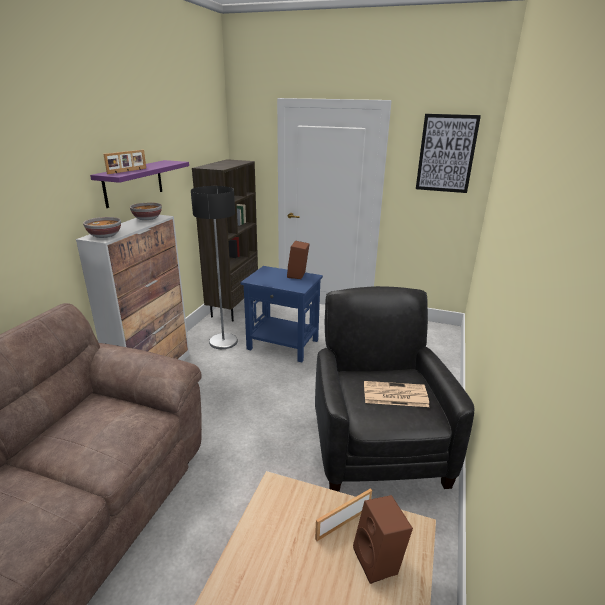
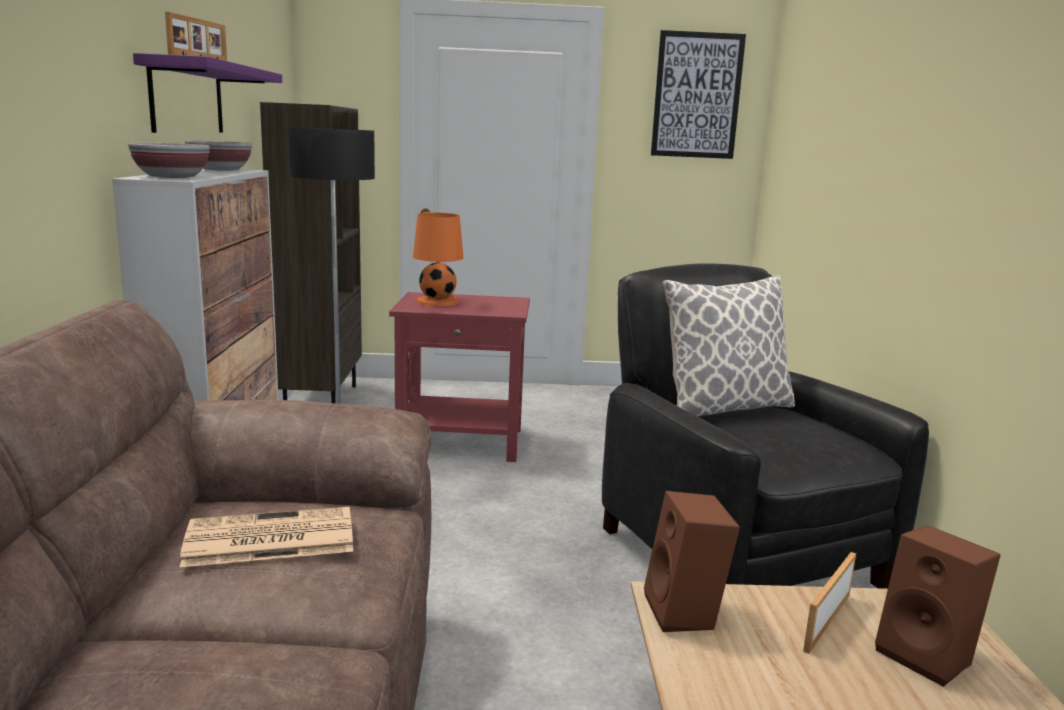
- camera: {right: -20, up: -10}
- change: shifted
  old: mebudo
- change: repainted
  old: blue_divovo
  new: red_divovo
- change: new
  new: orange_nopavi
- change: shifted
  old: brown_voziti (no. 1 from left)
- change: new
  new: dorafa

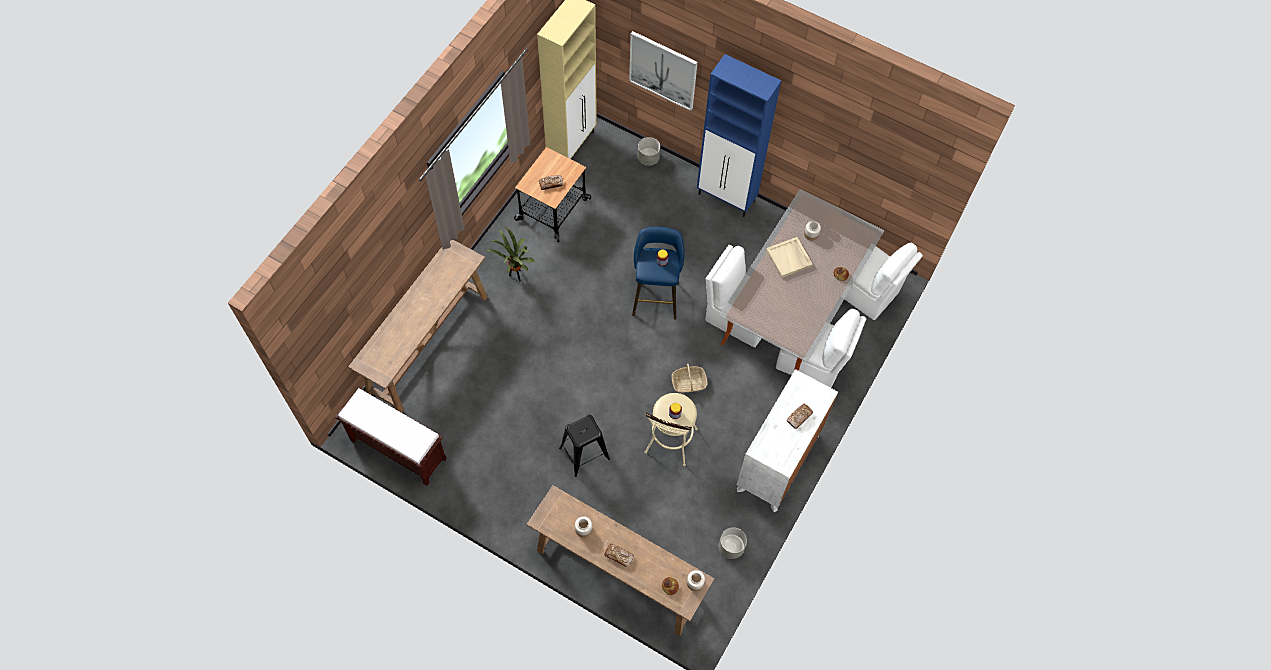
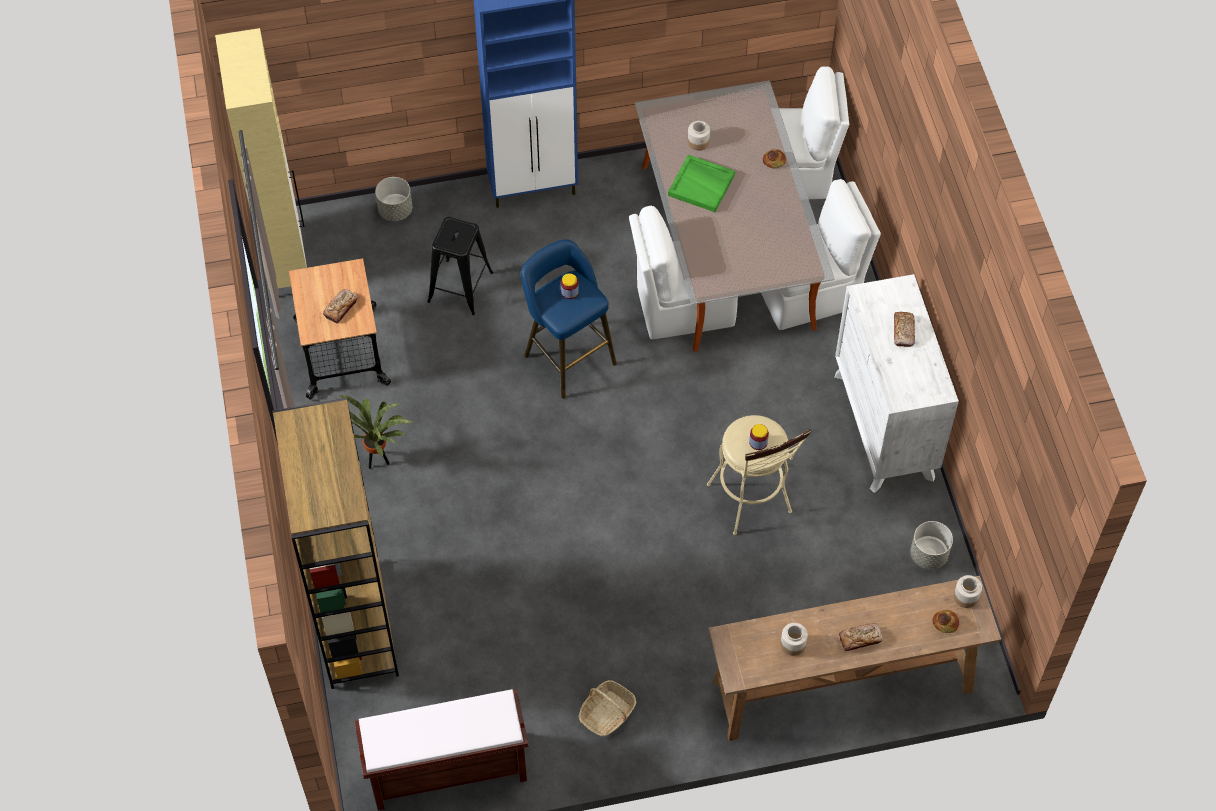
- camera: {right: -40, up: -5}
- change: swapped
  old: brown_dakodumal (no. 1 from left)
  new: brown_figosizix
- change: shifted
  old: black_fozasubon
- change: shifted
  old: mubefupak
- change: repainted
  old: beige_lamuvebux
  new: green_lamuvebux
- change: gone
  old: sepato

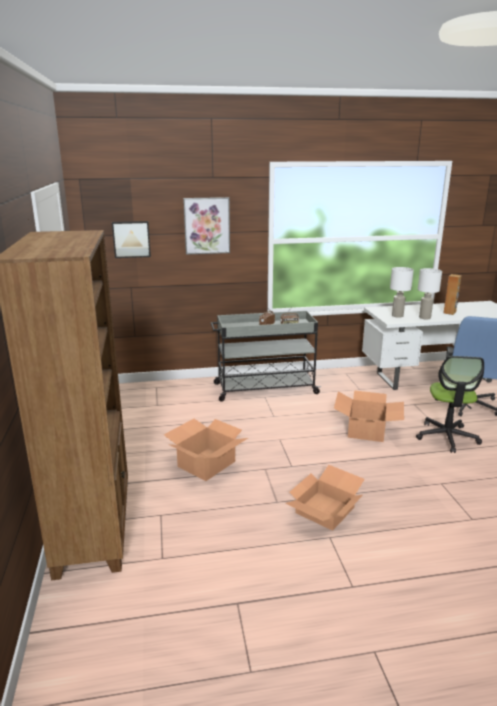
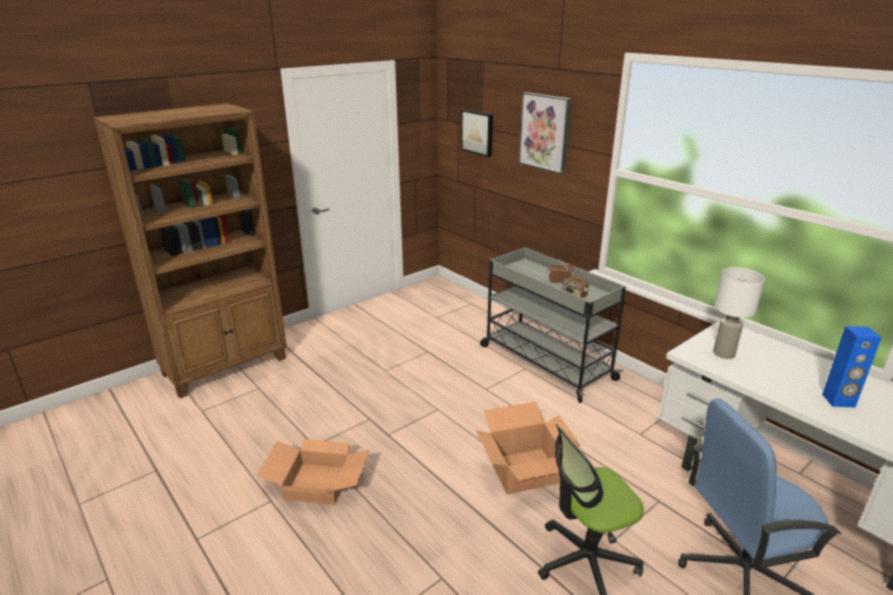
- camera: {right: 60, up: 5}
- change: repainted
  old: brown_voziti
  new: blue_voziti
- change: gone
  old: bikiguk (no. 1 from left)
- change: gone
  old: white_nopavi (no. 2 from left)

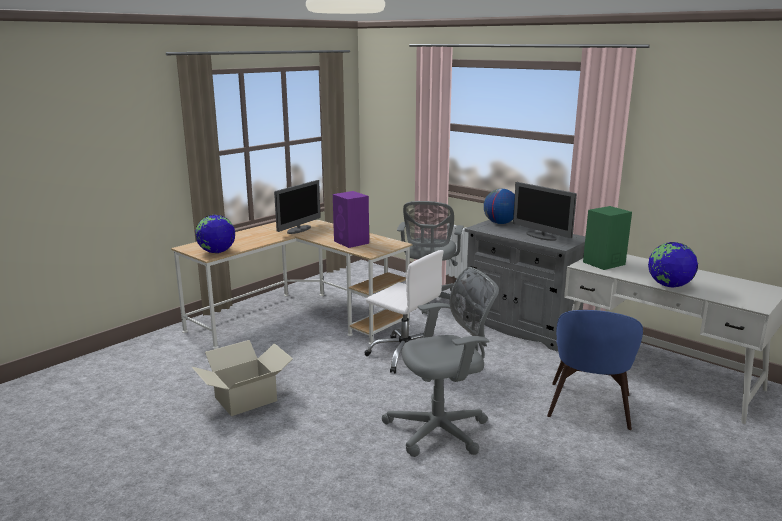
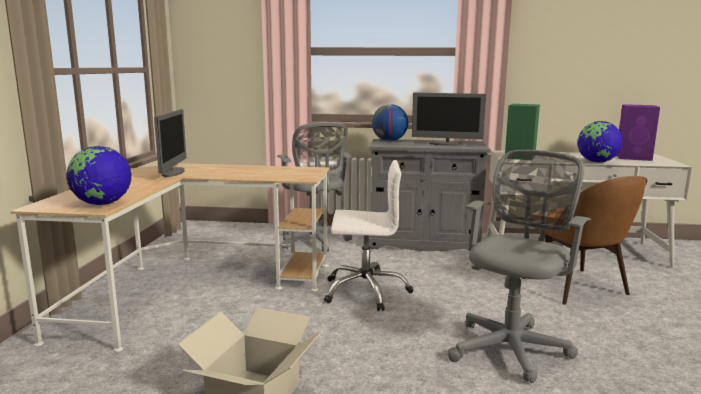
- camera: {right: -35, up: -5}
- change: repainted
  old: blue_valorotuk
  new: brown_valorotuk
- change: shifted
  old: purple_voziti

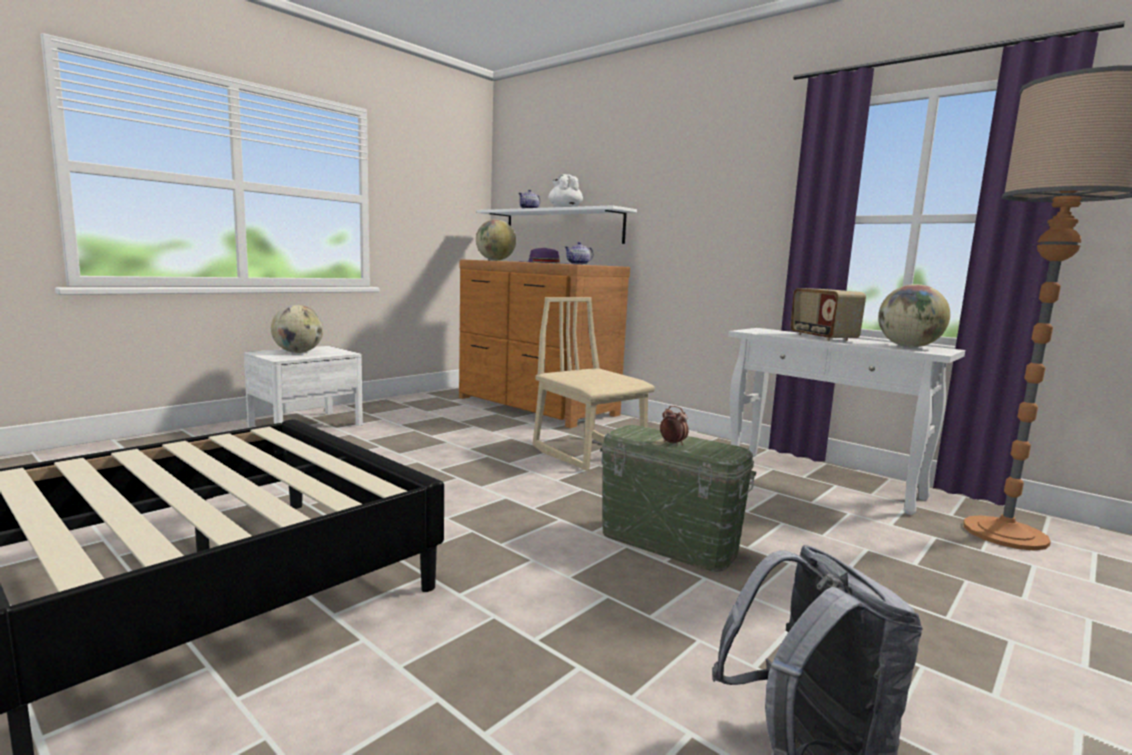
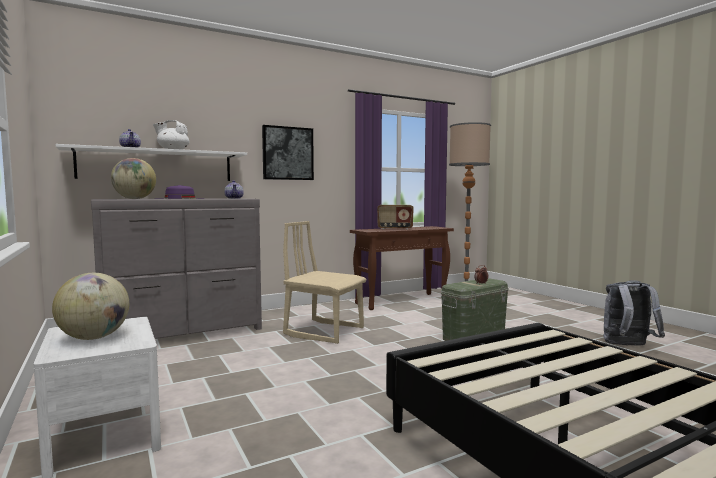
- camera: {right: -70, up: -5}
- change: repainted
  old: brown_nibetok
  new: grey_nibetok
- change: new
  new: sepato
- change: rotated
  old: beige_valorotuk
  degrees: 45
- change: repainted
  old: white_dakodumal
  new: brown_dakodumal
- change: gone
  old: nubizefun (no. 3 from left)

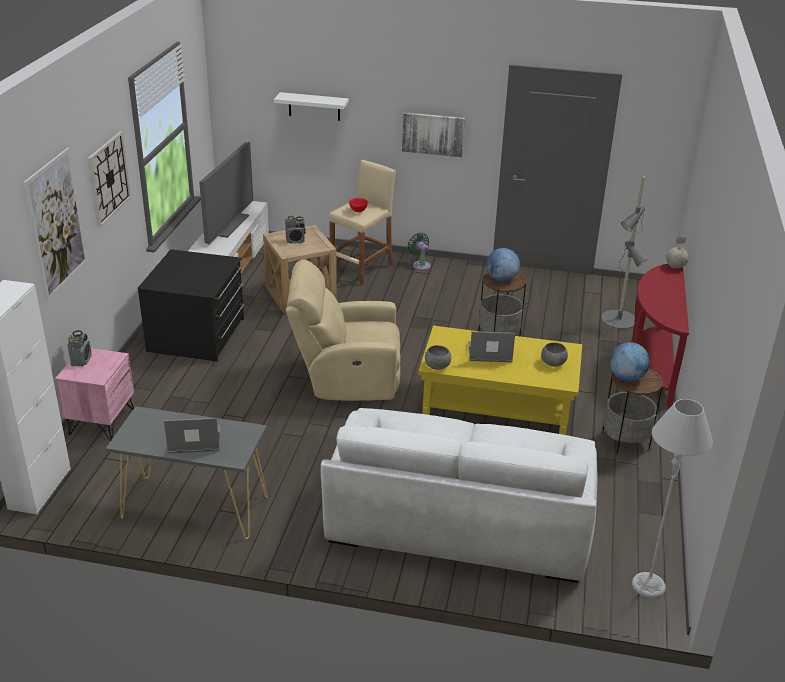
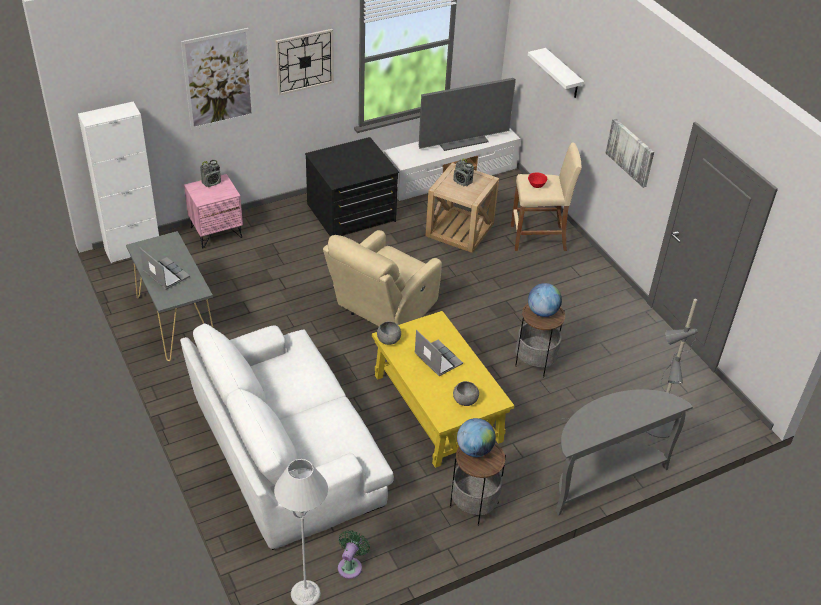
- camera: {right: 50, up: 10}
- change: rotated
  old: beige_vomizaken
  degrees: -105
- change: shifted
  old: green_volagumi
- change: repainted
  old: red_dakodumal
  new: grey_dakodumal (no. 2 from left)
- change: gone
  old: nubizefun (no. 3 from left)

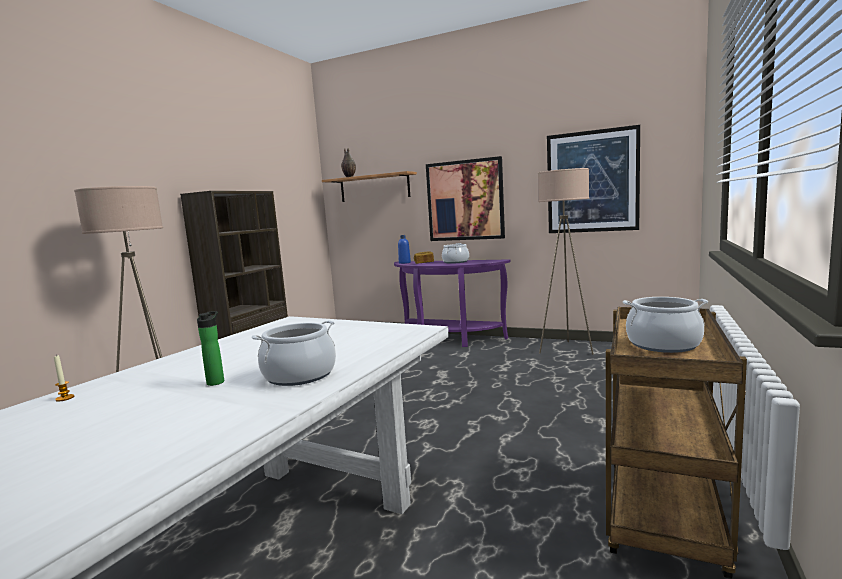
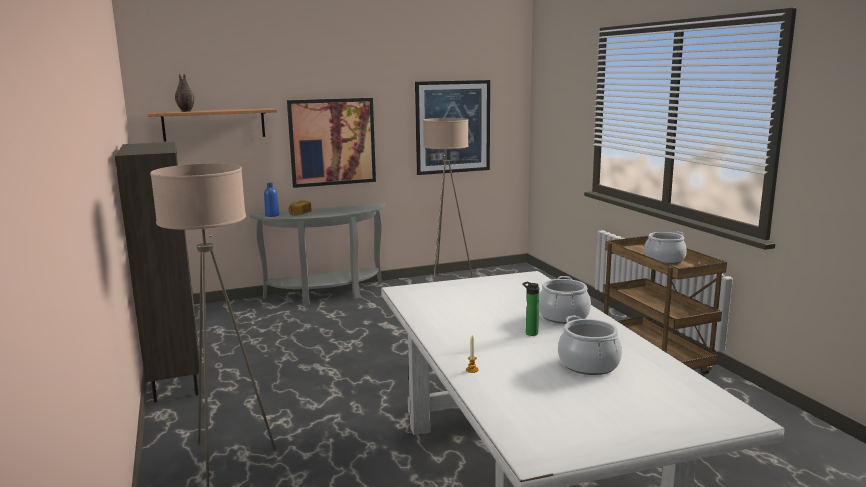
- camera: {right: -45, up: 5}
- change: repainted
  old: purple_dakodumal
  new: grey_dakodumal
- change: shifted
  old: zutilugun (no. 2 from left)

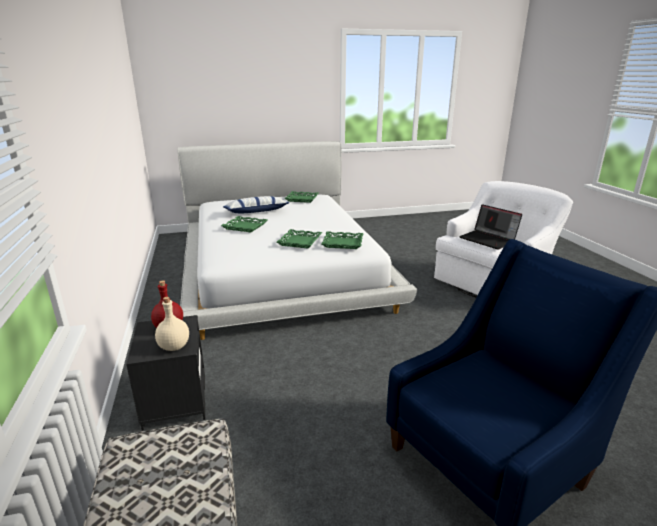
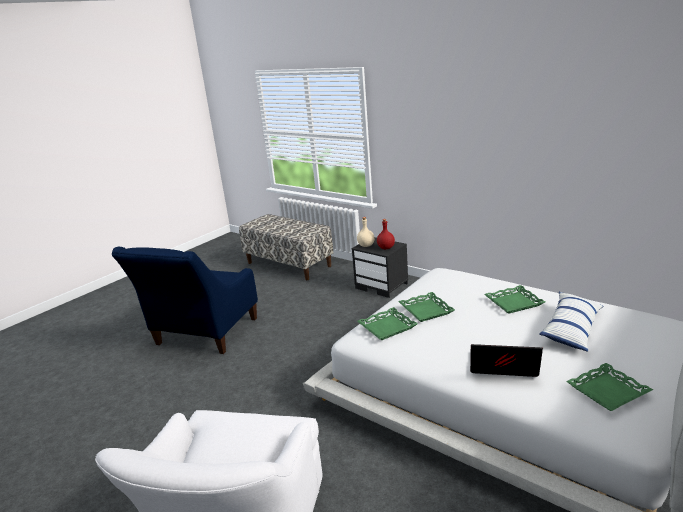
- camera: {right: 145, up: 0}
- change: shifted
  old: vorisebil

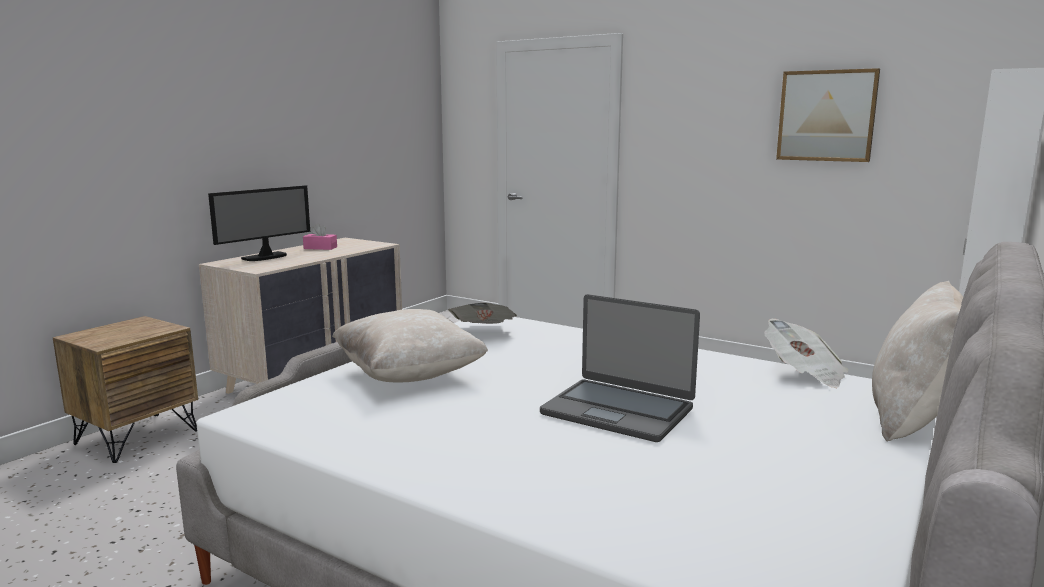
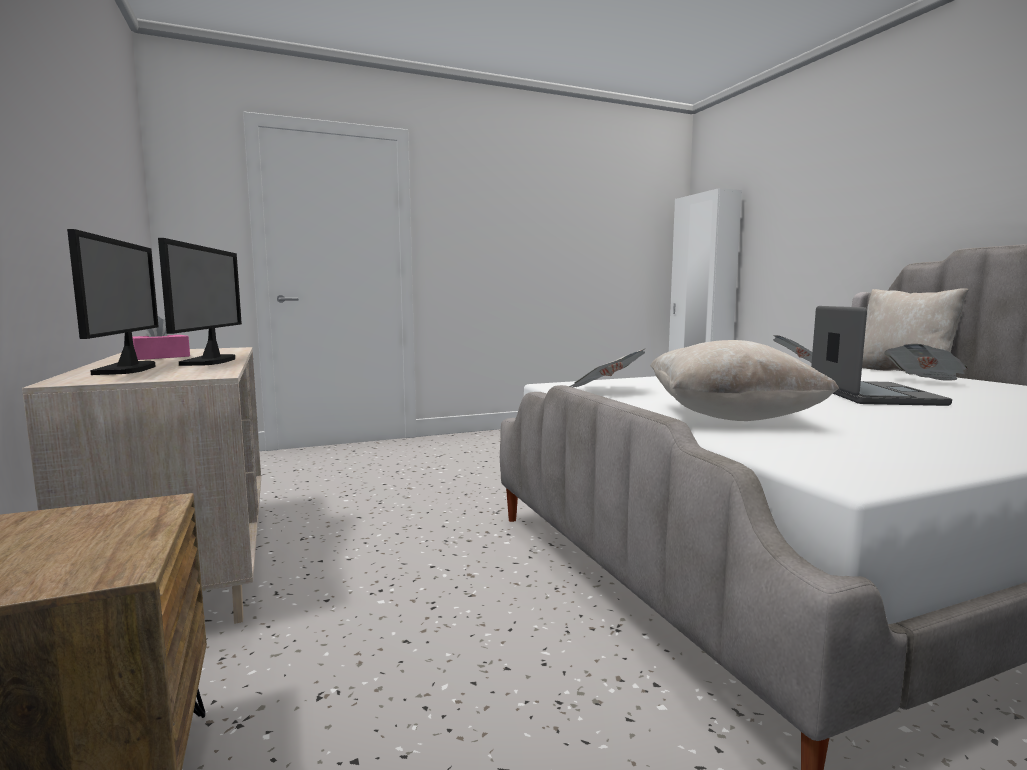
- camera: {right: -55, up: -5}
- change: new
  new: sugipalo (no. 2 from left)
- change: rotated
  old: vorisebil
  degrees: -60
- change: new
  new: mebudo (no. 3 from left)
- change: gone
  old: sepato

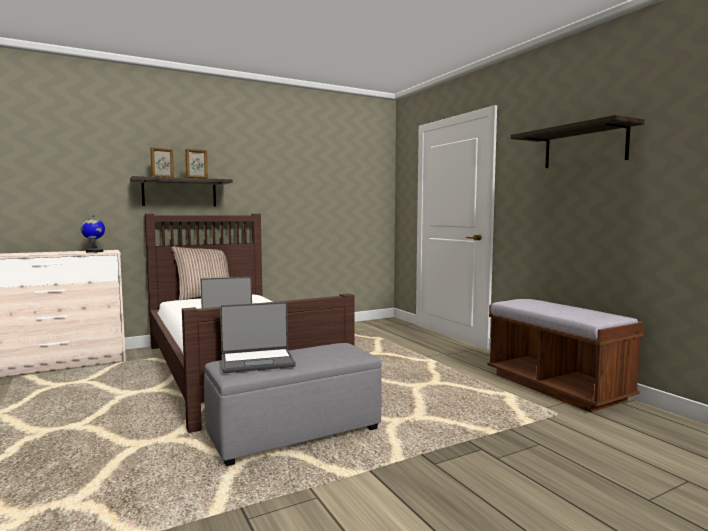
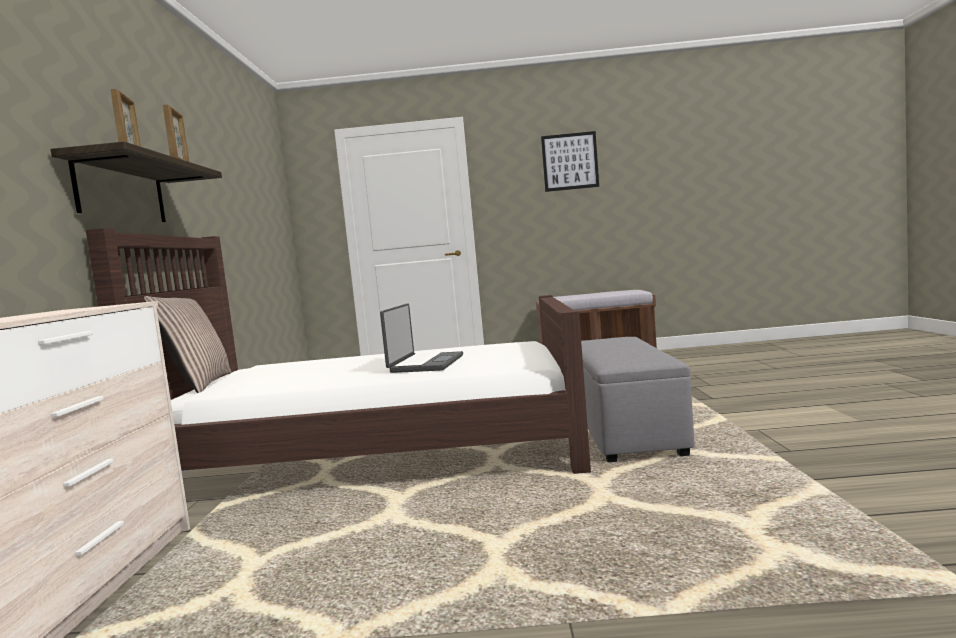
- camera: {right: -60, up: 0}
- change: swapped
  old: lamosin (no. 2 from left)
  new: sepato
- change: gone
  old: nubizefun
- change: gone
  old: vorisebil (no. 2 from left)

